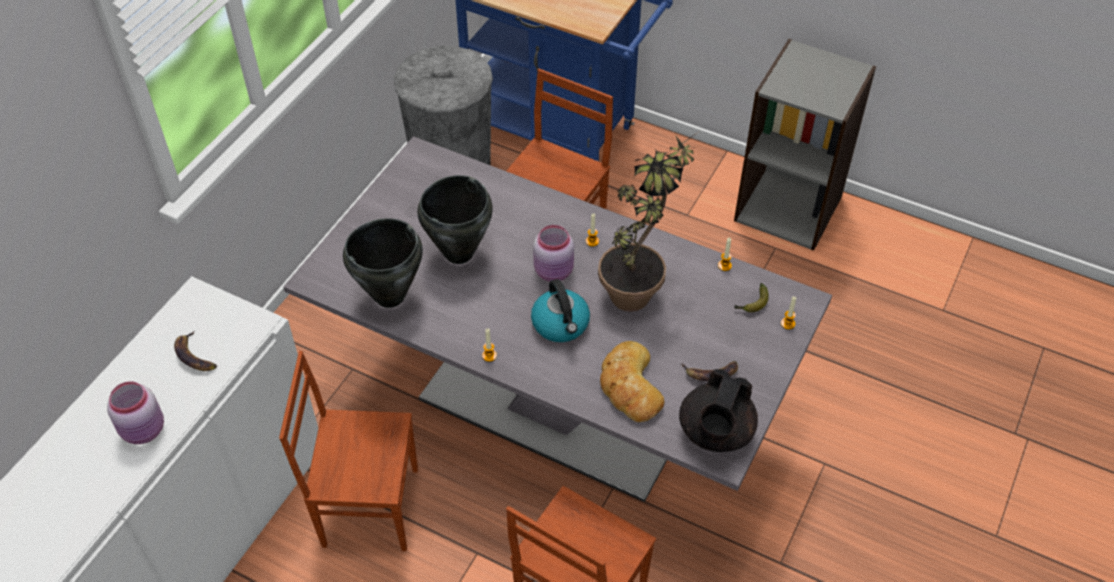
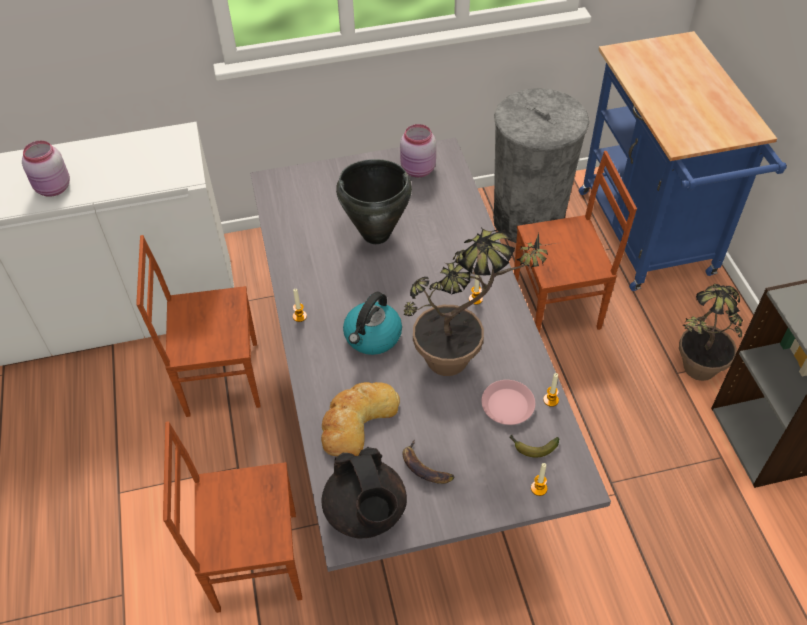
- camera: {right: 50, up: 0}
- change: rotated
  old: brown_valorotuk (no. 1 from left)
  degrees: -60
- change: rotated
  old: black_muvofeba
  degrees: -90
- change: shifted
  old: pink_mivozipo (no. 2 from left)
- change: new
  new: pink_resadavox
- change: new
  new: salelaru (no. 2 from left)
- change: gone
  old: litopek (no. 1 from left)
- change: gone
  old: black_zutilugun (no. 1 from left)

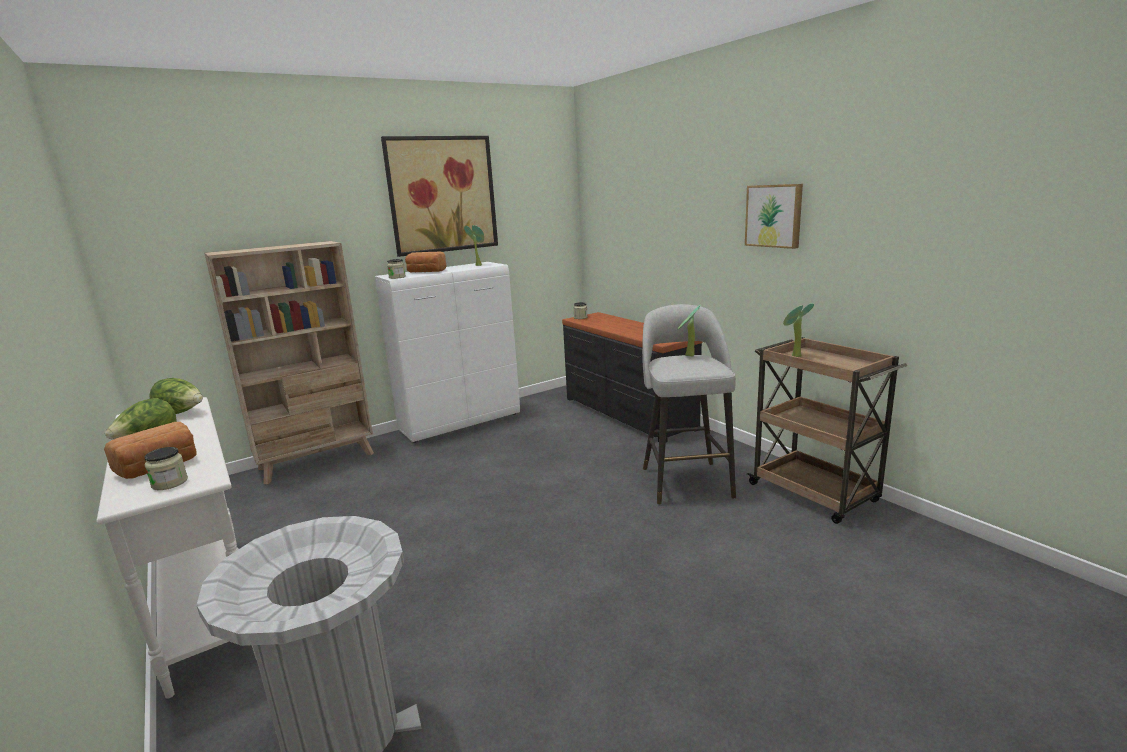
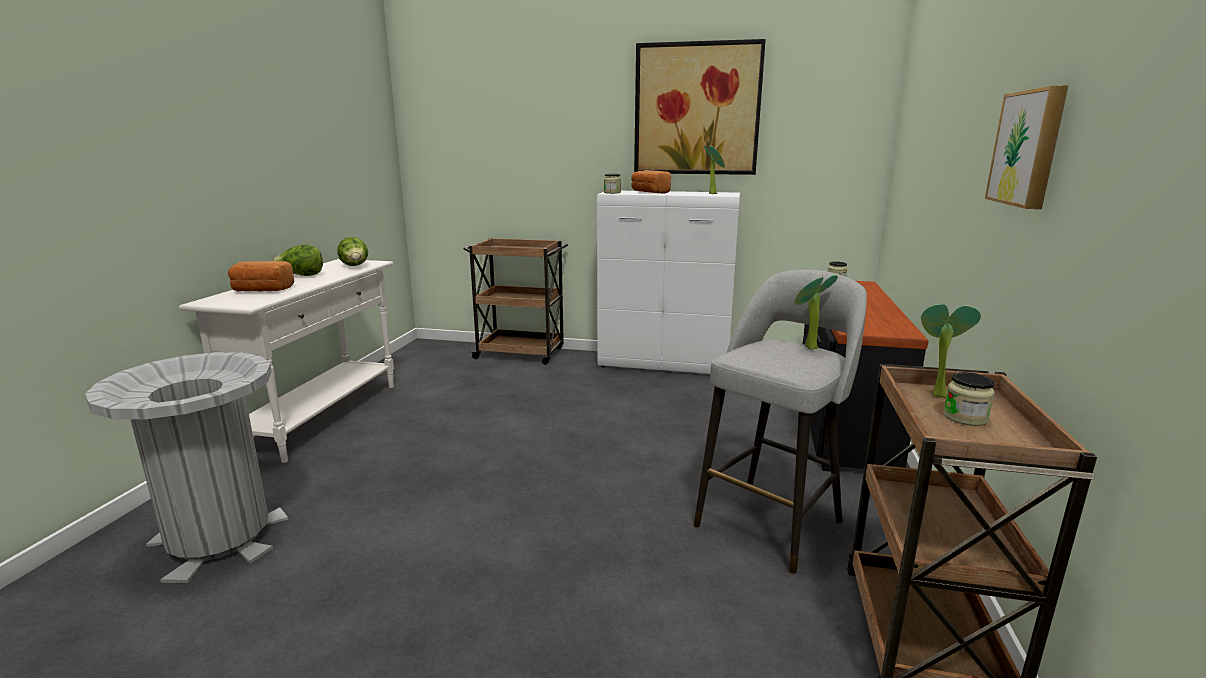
- camera: {right: 45, up: 0}
- change: swapped
  old: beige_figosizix
  new: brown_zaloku (no. 1 from left)
- change: shifted
  old: mivozipo (no. 1 from left in the first image)
  new: mivozipo (no. 3 from left)

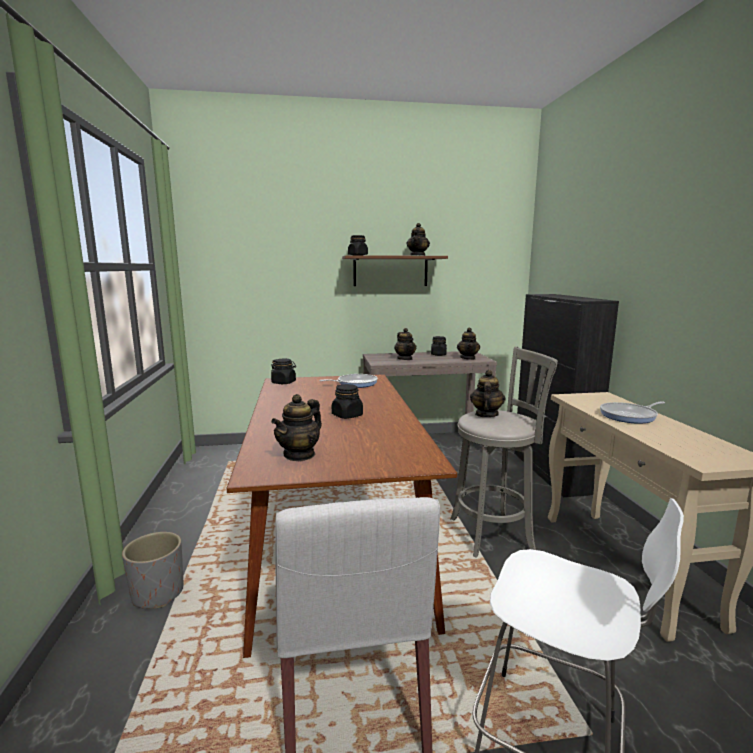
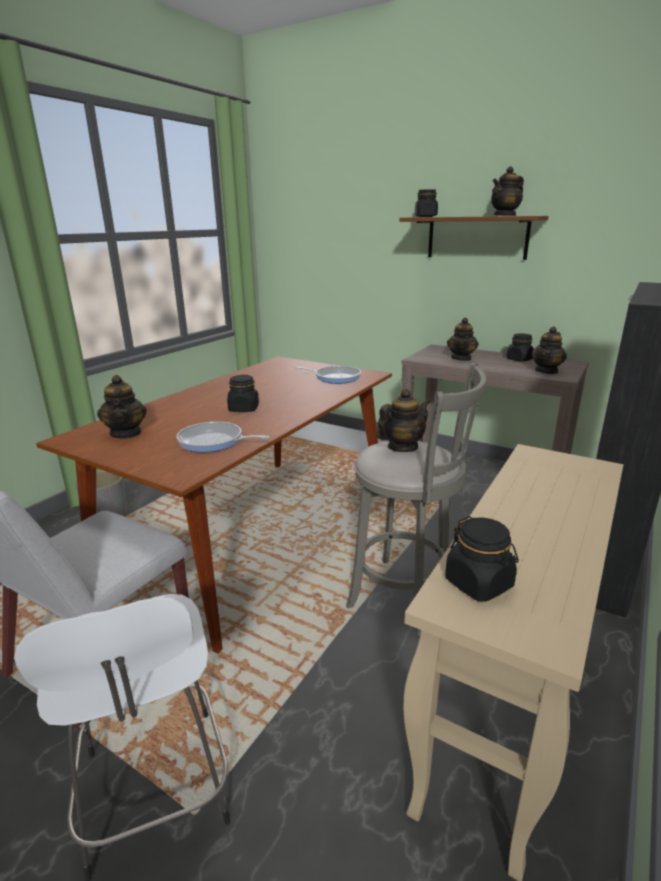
- camera: {right: 40, up: 10}
- change: rotated
  old: muvofeba (no. 1 from left)
  degrees: -90
- change: shifted
  old: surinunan (no. 2 from left in the first image)
  new: surinunan (no. 1 from left)
- change: shifted
  old: black_mivozipo (no. 1 from left in the first image)
  new: black_mivozipo (no. 3 from left)

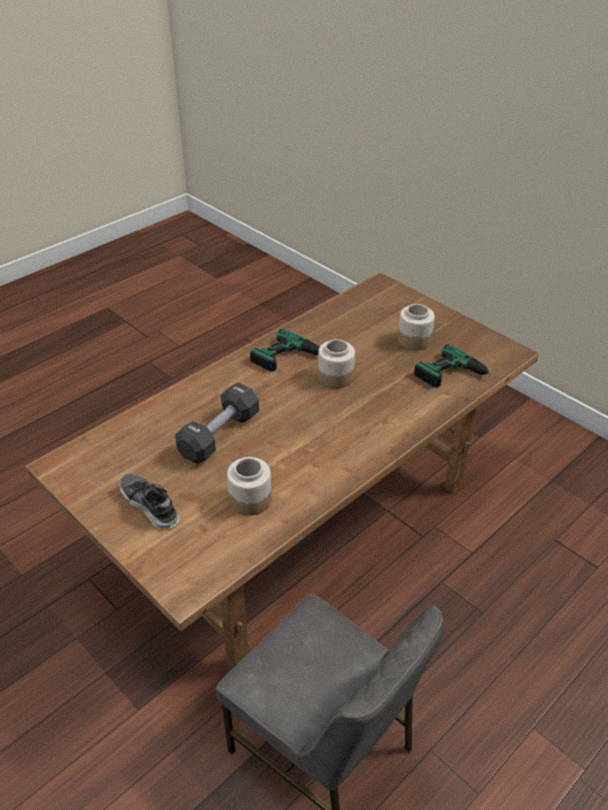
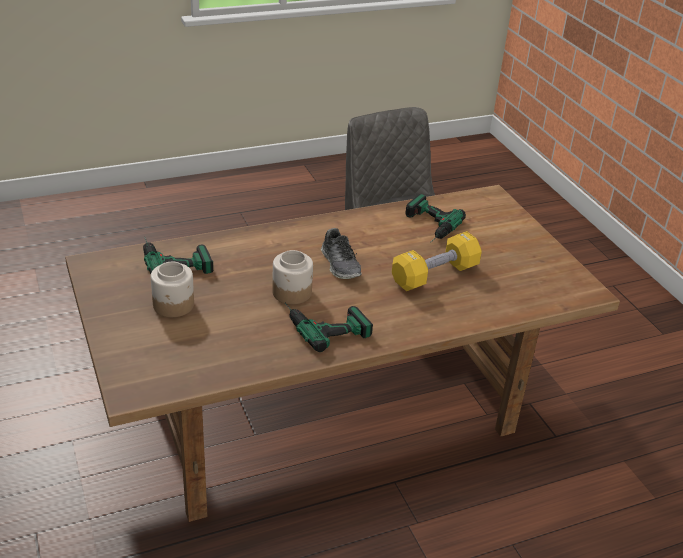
- camera: {right: -160, up: -5}
- change: shifted
  old: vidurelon
- change: repainted
  old: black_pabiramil
  new: yellow_pabiramil
- change: swapped
  old: mivozipo (no. 1 from left)
  new: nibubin (no. 3 from left)

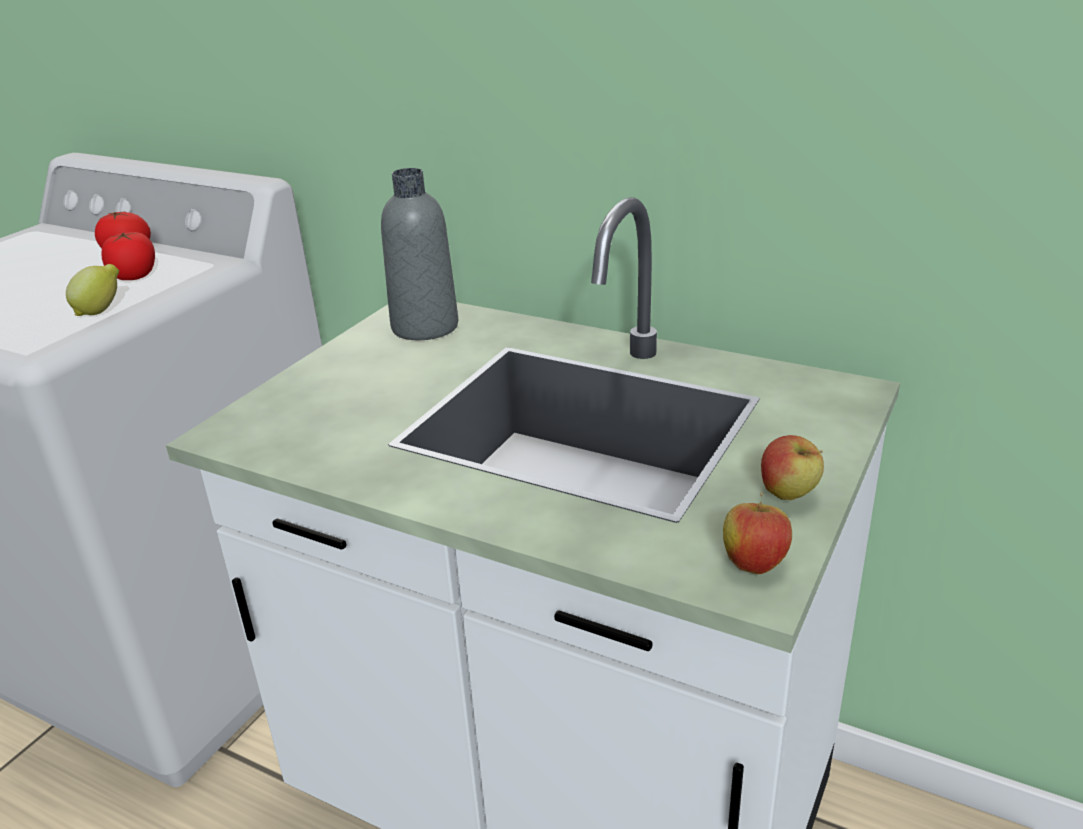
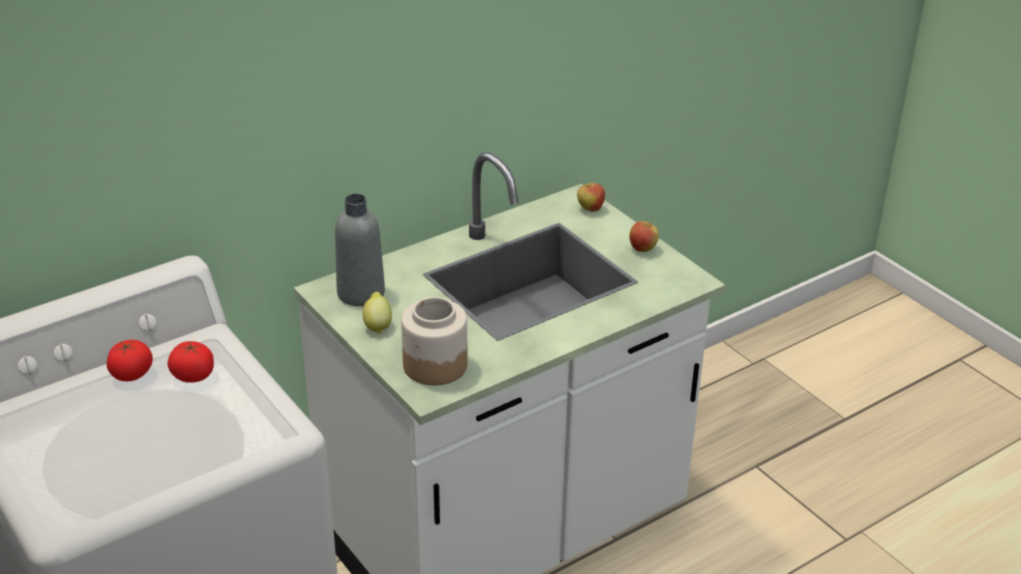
- camera: {right: -65, up: 5}
- change: shifted
  old: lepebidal
- change: new
  new: mivozipo
- change: shifted
  old: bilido (no. 1 from left)

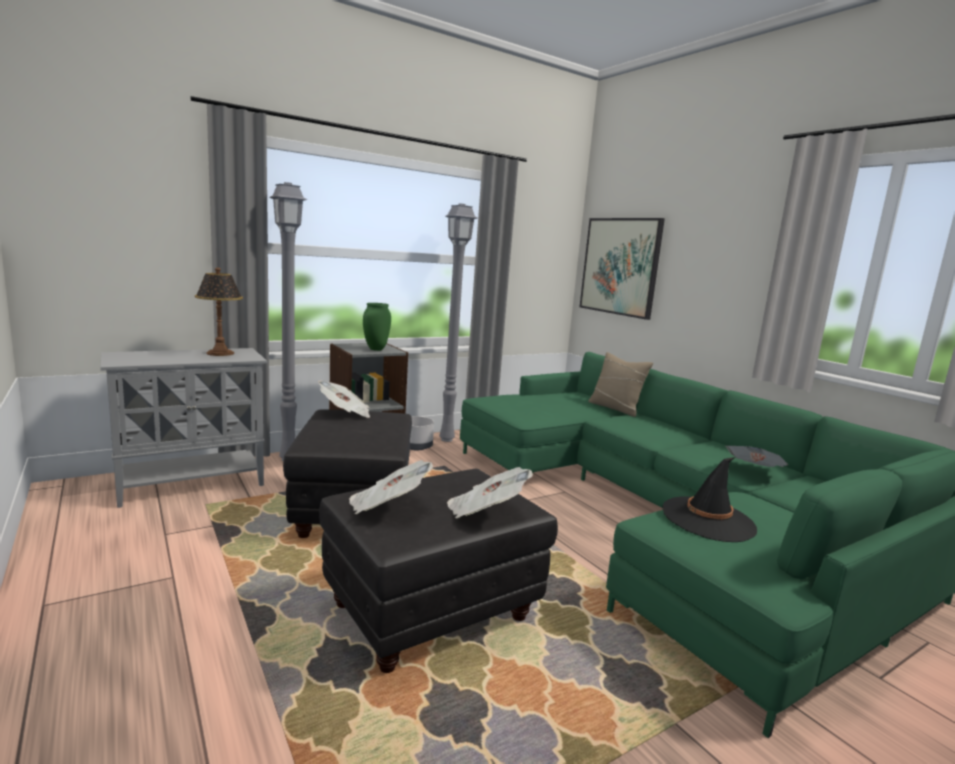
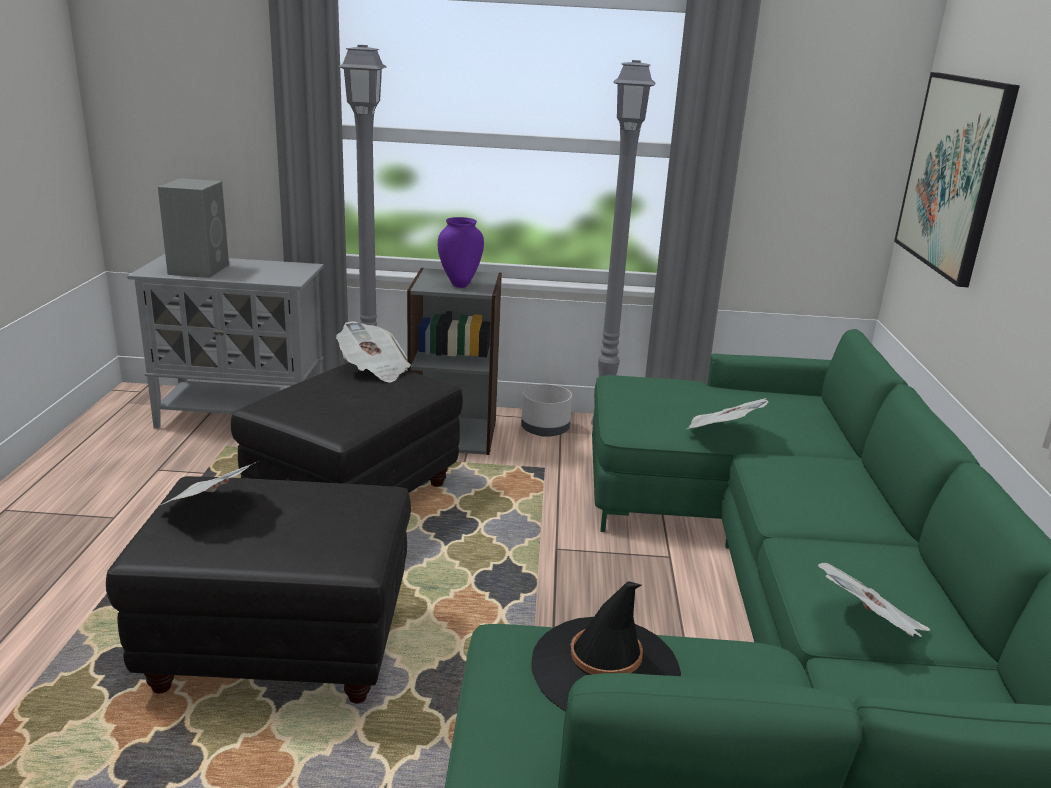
- camera: {right: 35, up: 10}
- change: new
  new: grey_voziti
- change: repainted
  old: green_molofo
  new: purple_molofo
- change: shifted
  old: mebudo (no. 3 from left)
- change: gone
  old: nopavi
- change: gone
  old: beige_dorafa

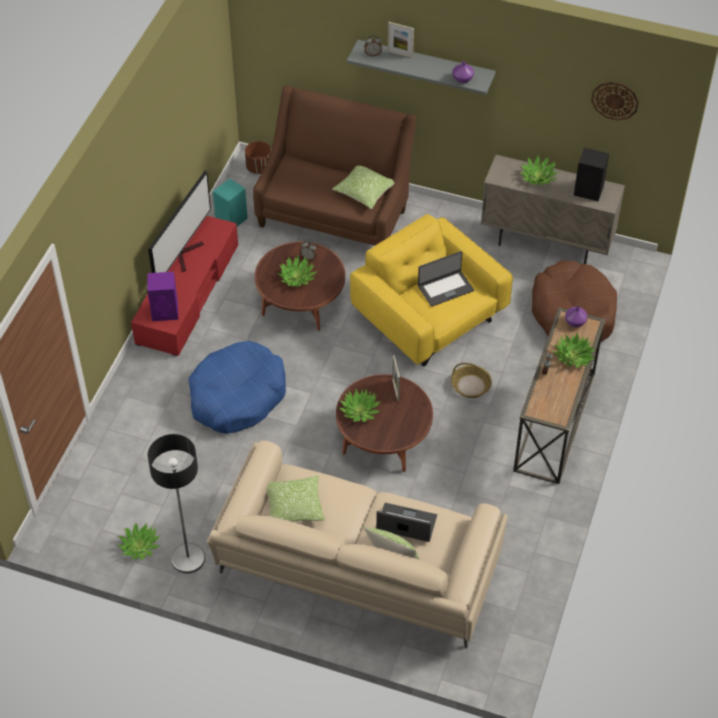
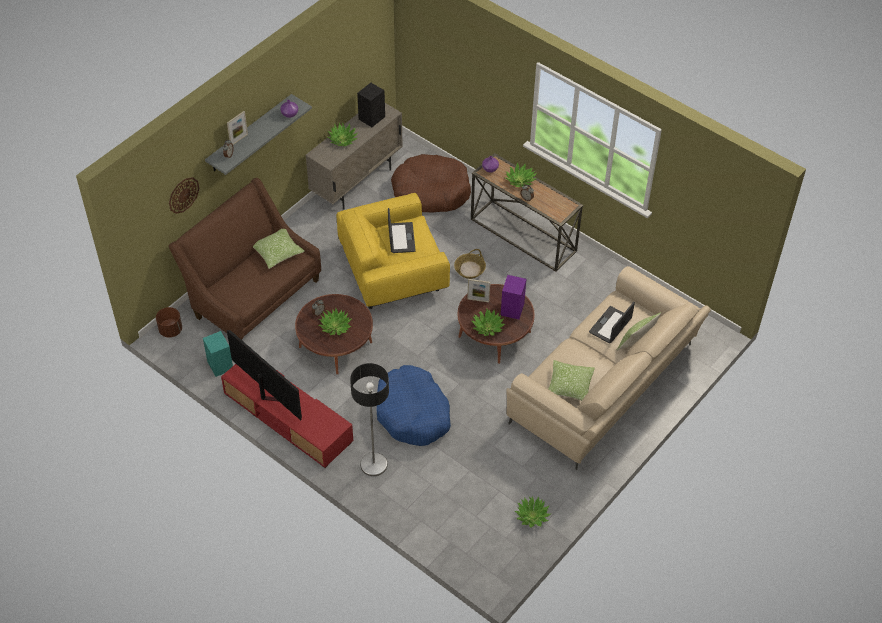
- camera: {right: -70, up: 0}
- change: shifted
  old: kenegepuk
- change: shifted
  old: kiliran
- change: shifted
  old: purple_voziti

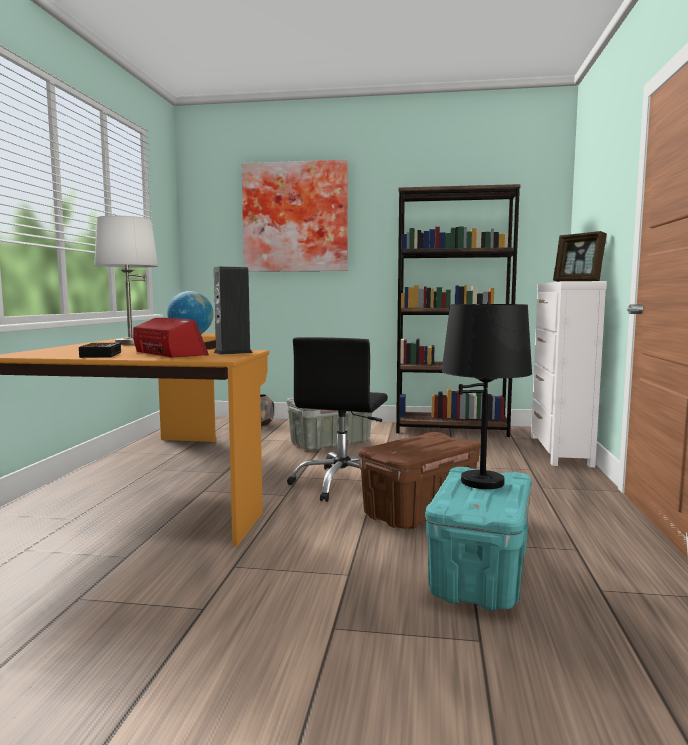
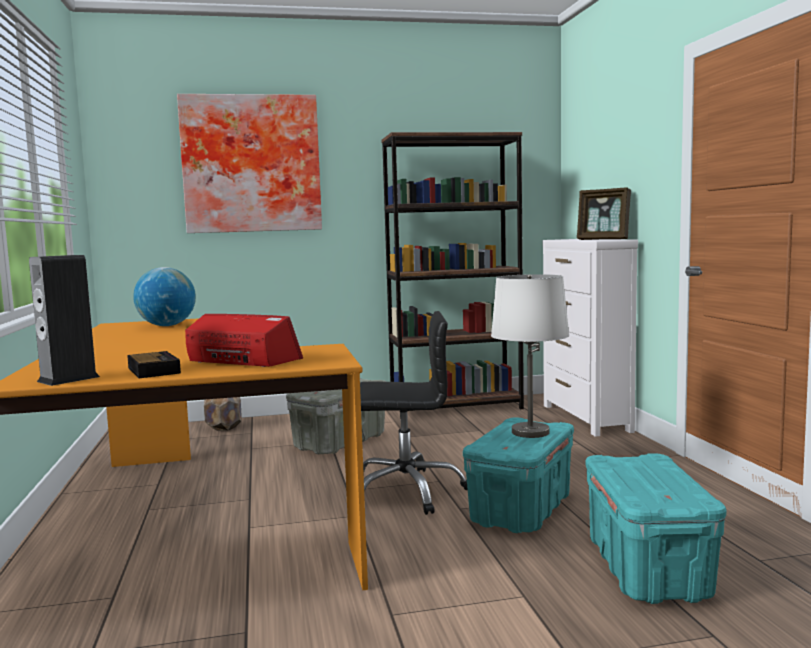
- camera: {right: -20, up: 0}
- change: shifted
  old: voziti
- change: rotated
  old: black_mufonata
  degrees: -90
- change: repainted
  old: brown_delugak
  new: turquoise_delugak (no. 1 from left)
- change: shifted
  old: white_nopavi
- change: gone
  old: black_nopavi

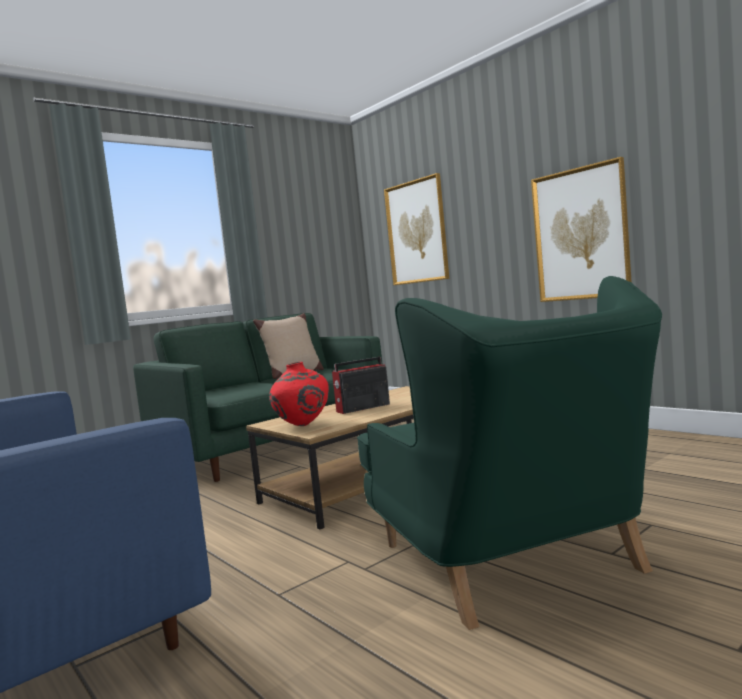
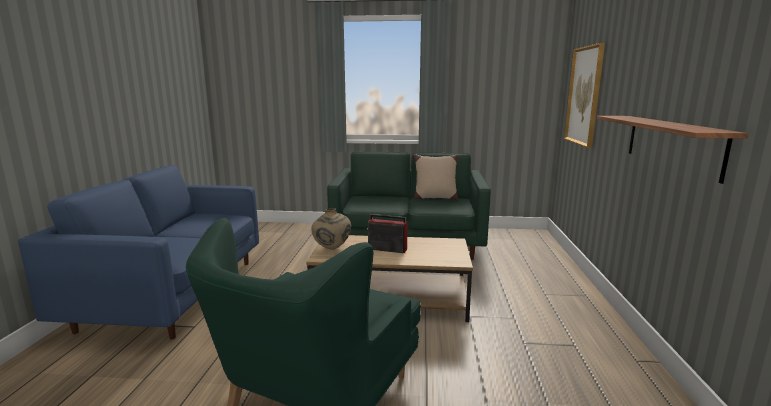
- camera: {right: 45, up: 10}
- change: repainted
  old: red_molofo
  new: beige_molofo
- change: swapped
  old: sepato (no. 2 from left)
  new: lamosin

